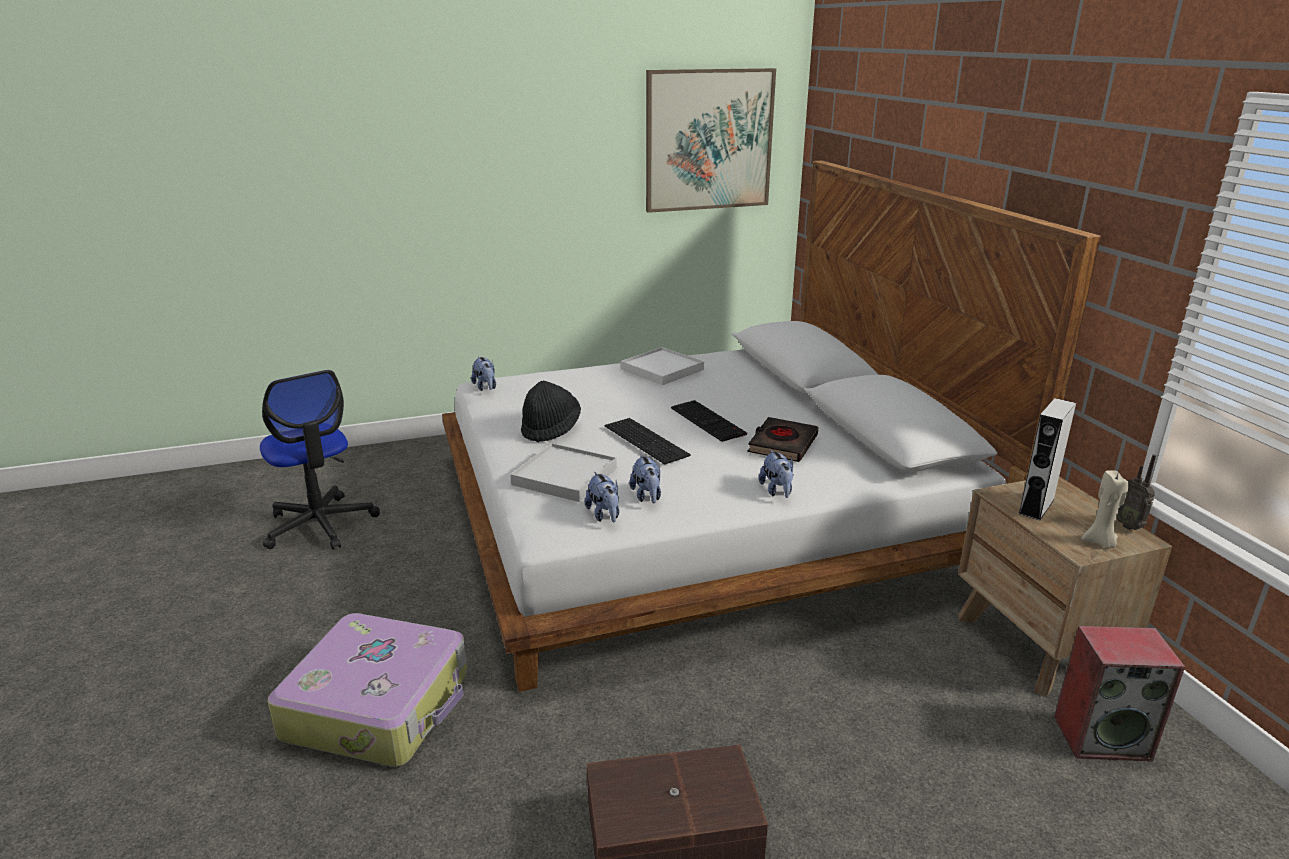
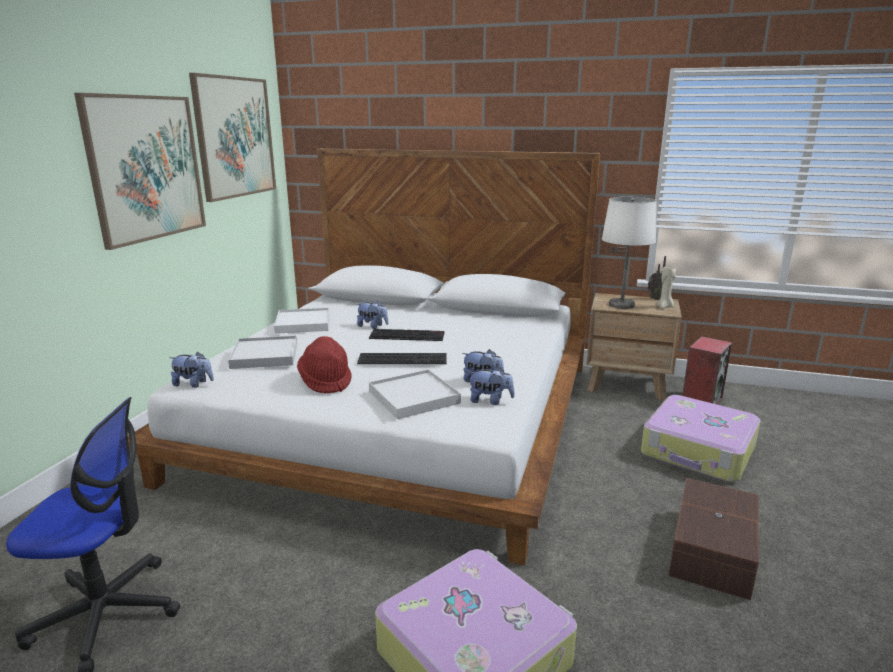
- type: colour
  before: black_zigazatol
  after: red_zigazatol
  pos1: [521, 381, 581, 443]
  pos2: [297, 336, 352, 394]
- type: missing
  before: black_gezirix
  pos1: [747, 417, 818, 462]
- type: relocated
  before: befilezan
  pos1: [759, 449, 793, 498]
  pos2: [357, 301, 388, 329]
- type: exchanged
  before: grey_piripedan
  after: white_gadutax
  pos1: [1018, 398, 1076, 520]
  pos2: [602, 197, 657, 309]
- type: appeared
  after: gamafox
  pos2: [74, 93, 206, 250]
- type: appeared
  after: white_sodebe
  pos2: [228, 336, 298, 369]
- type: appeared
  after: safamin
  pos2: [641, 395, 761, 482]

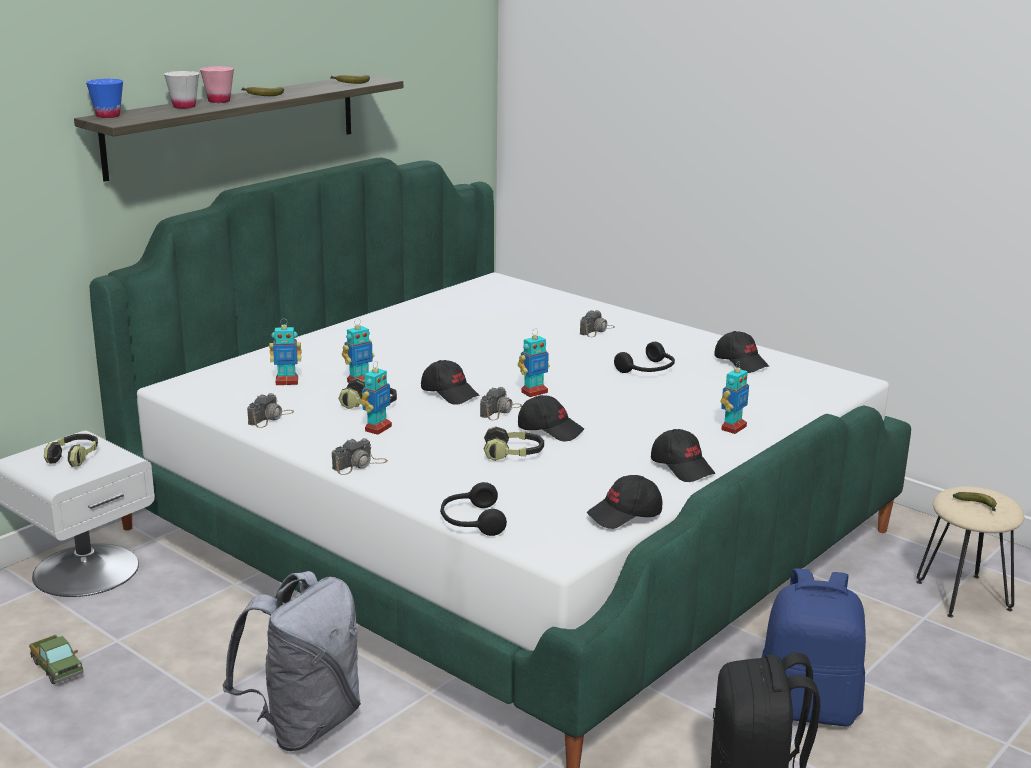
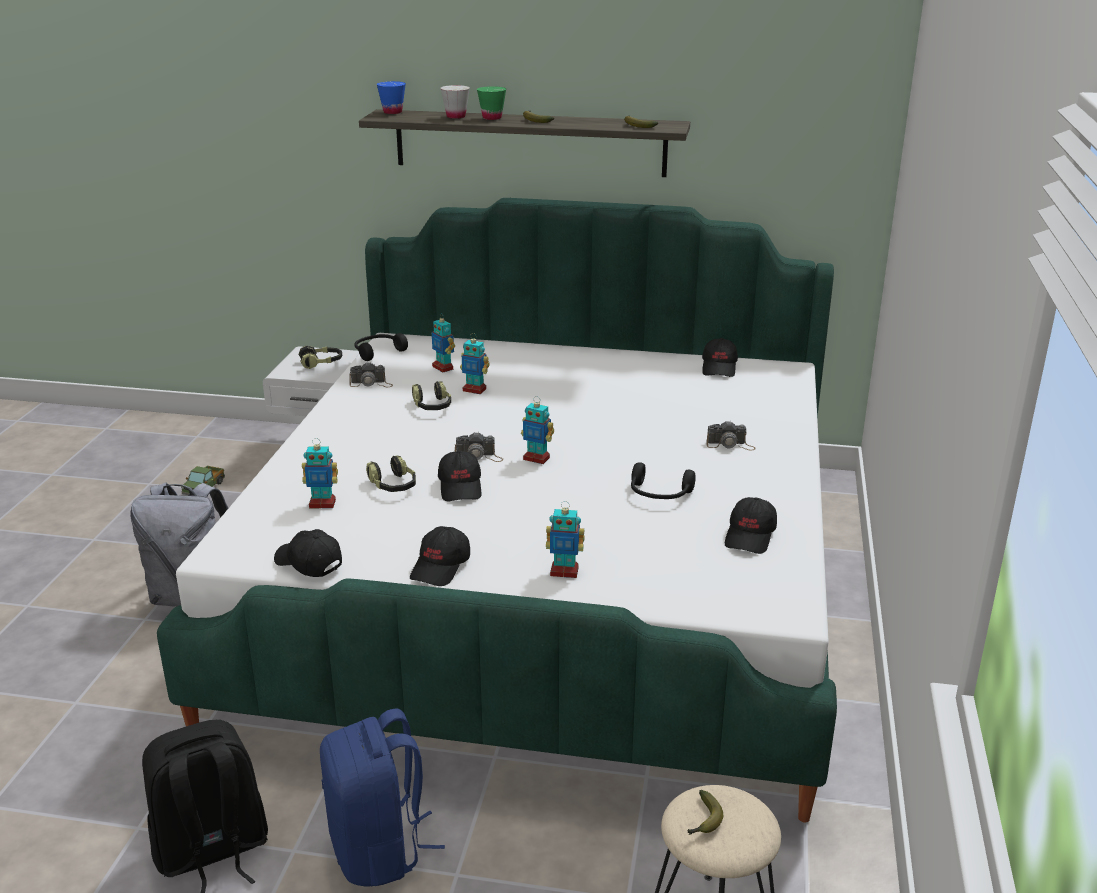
- type: colour
  before: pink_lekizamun
  after: green_lekizamun
  pos1: [200, 66, 234, 103]
  pos2: [477, 86, 506, 120]
- type: missing
  before: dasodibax
  pos1: [332, 438, 388, 475]
- type: relocated
  before: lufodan
  pos1: [360, 362, 392, 435]
  pos2: [302, 438, 338, 508]
- type: relocated
  before: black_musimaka
  pos1: [421, 360, 479, 405]
  pos2: [702, 338, 738, 377]
- type: relocated
  before: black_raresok
  pos1: [440, 482, 507, 536]
  pos2: [354, 333, 408, 361]

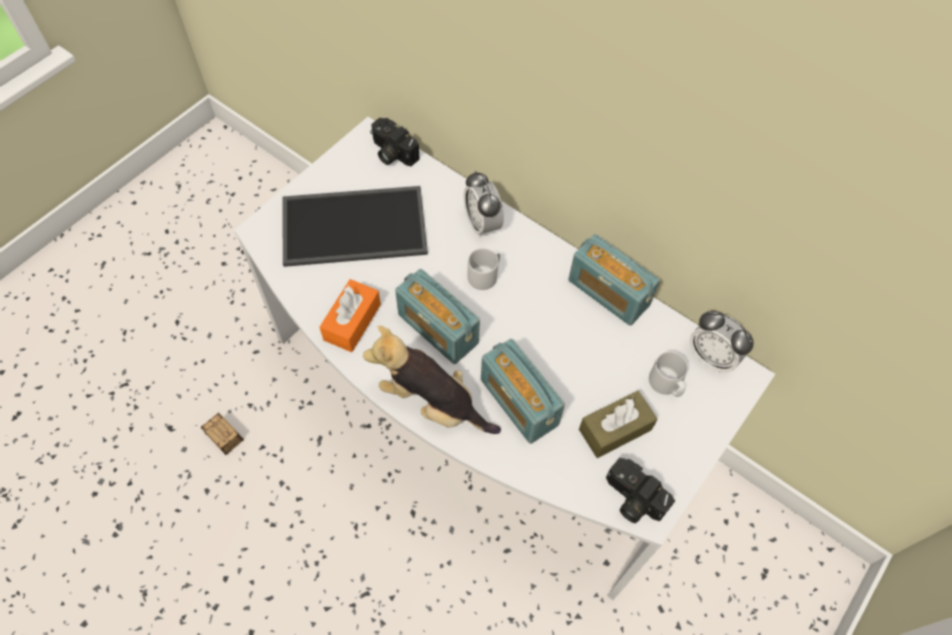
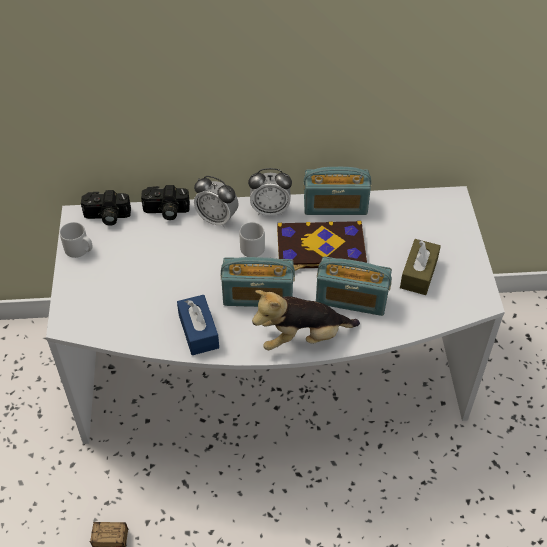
- type: missing
  before: sodebe
  pos1: [283, 186, 428, 267]
- type: colour
  before: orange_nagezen
  after: blue_nagezen
  pos1: [320, 279, 381, 352]
  pos2: [177, 295, 219, 355]
- type: relocated
  before: dasodibax
  pos1: [606, 458, 675, 523]
  pos2: [141, 185, 190, 220]
- type: relocated
  before: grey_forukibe
  pos1: [649, 351, 688, 397]
  pos2: [60, 222, 93, 258]
- type: relocated
  before: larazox
  pos1: [690, 311, 754, 373]
  pos2: [248, 168, 292, 216]
- type: appeared
  after: gezirix
  pos2: [277, 221, 367, 271]

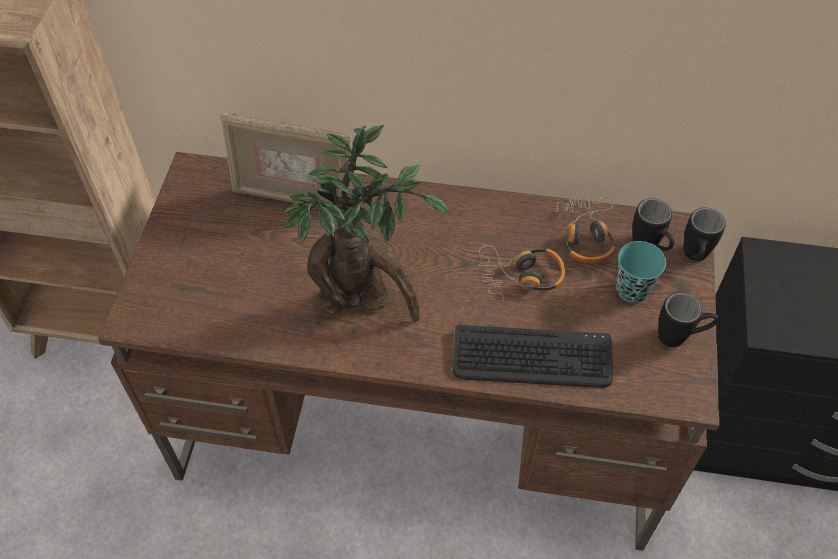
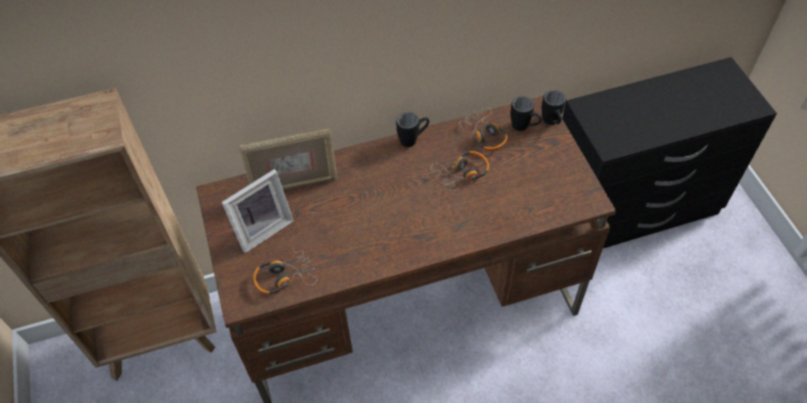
- type: missing
  before: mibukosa
  pos1: [284, 125, 450, 322]
- type: missing
  before: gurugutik
  pos1: [453, 325, 613, 388]
- type: missing
  before: turquoise_lekizamun
  pos1: [616, 241, 666, 303]
- type: relocated
  before: black_forukibe
  pos1: [658, 293, 719, 347]
  pos2: [396, 112, 429, 147]
- type: appeared
  after: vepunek
  pos2: [222, 169, 294, 253]
- type: appeared
  after: raresok
  pos2: [253, 248, 317, 295]

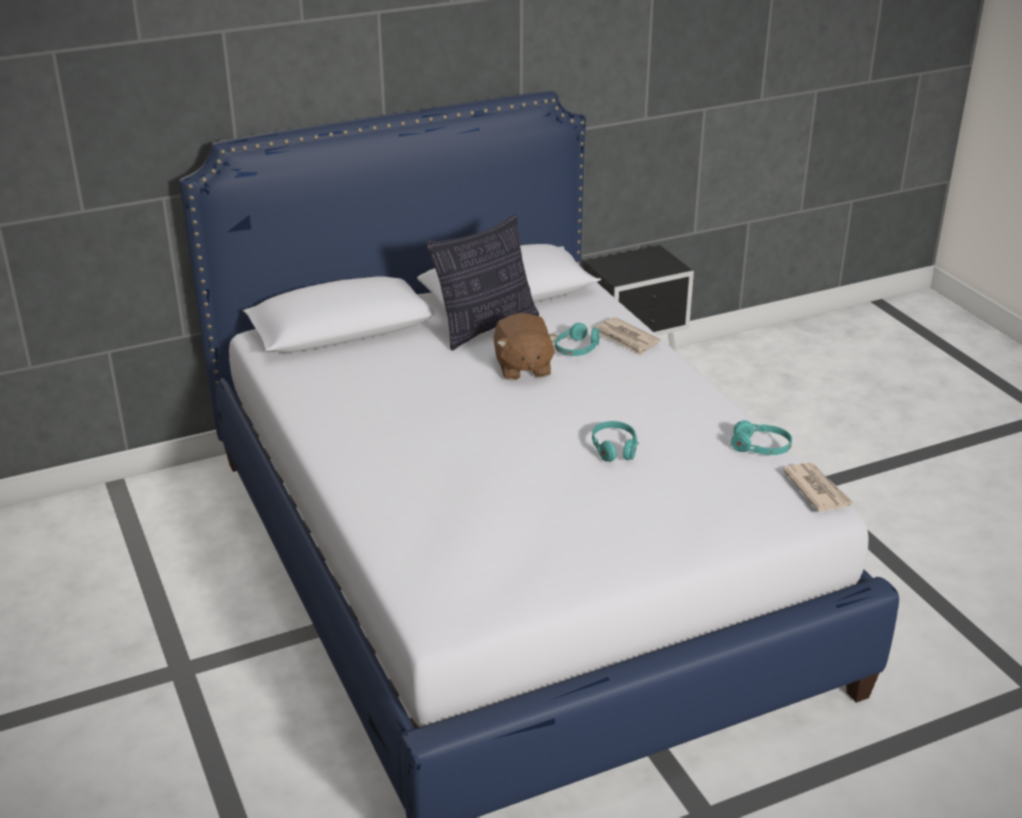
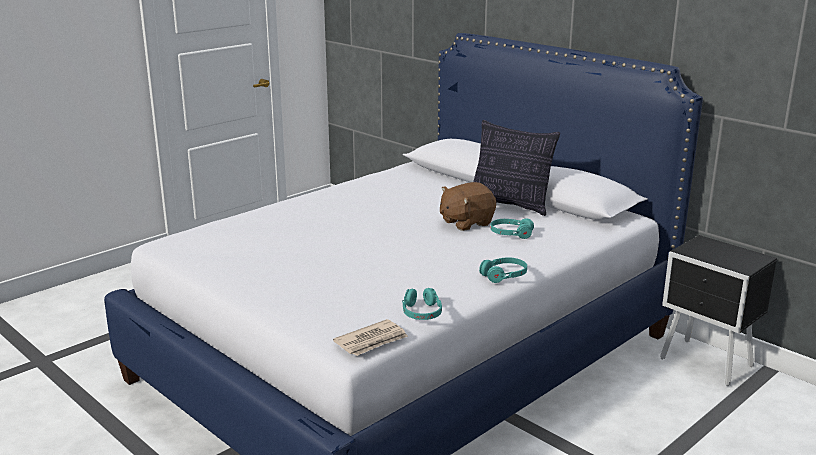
- type: relocated
  before: turquoise_raresok
  pos1: [592, 421, 639, 462]
  pos2: [479, 257, 527, 283]
- type: missing
  before: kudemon
  pos1: [595, 317, 660, 355]

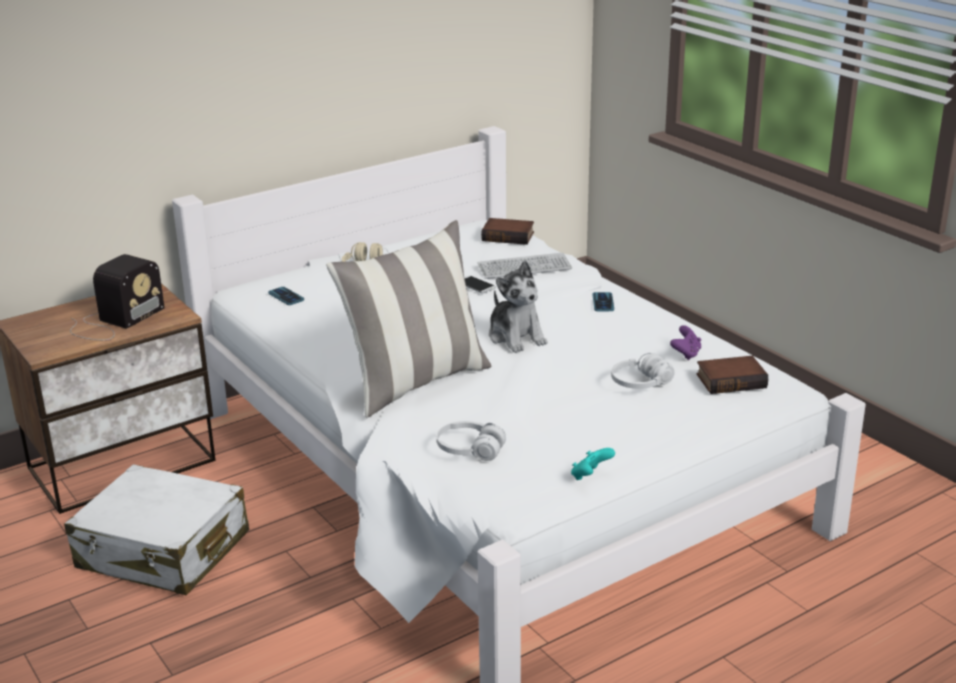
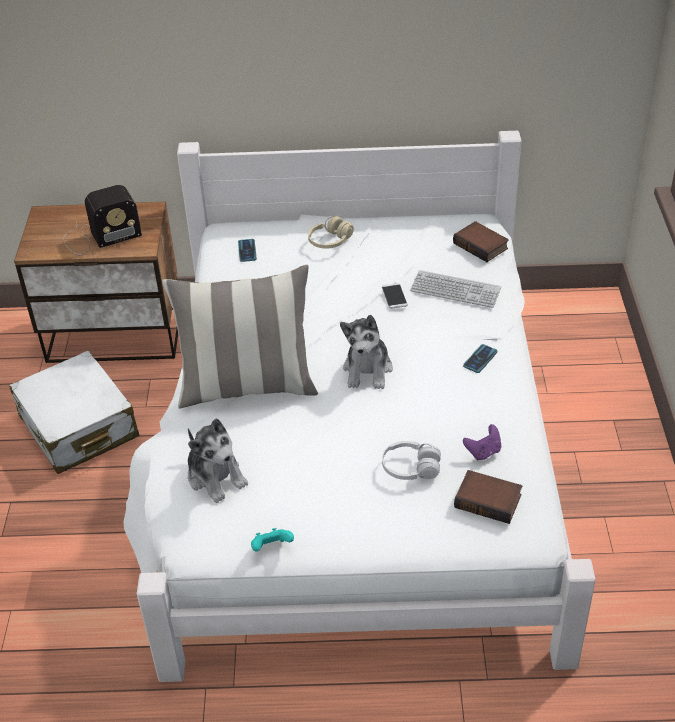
- type: exchanged
  before: white_raresok
  after: befilezan
  pos1: [437, 421, 506, 461]
  pos2: [188, 419, 248, 503]

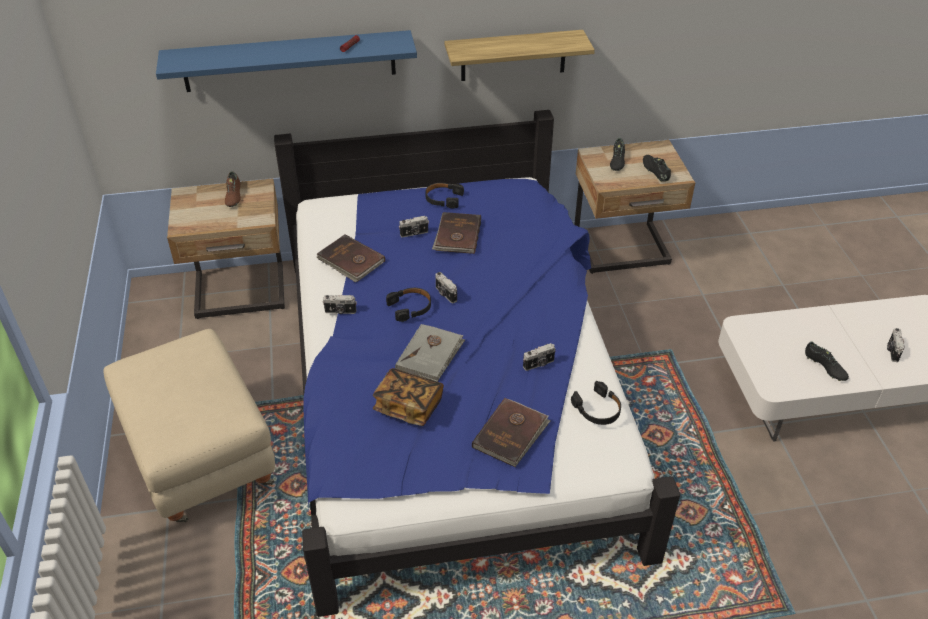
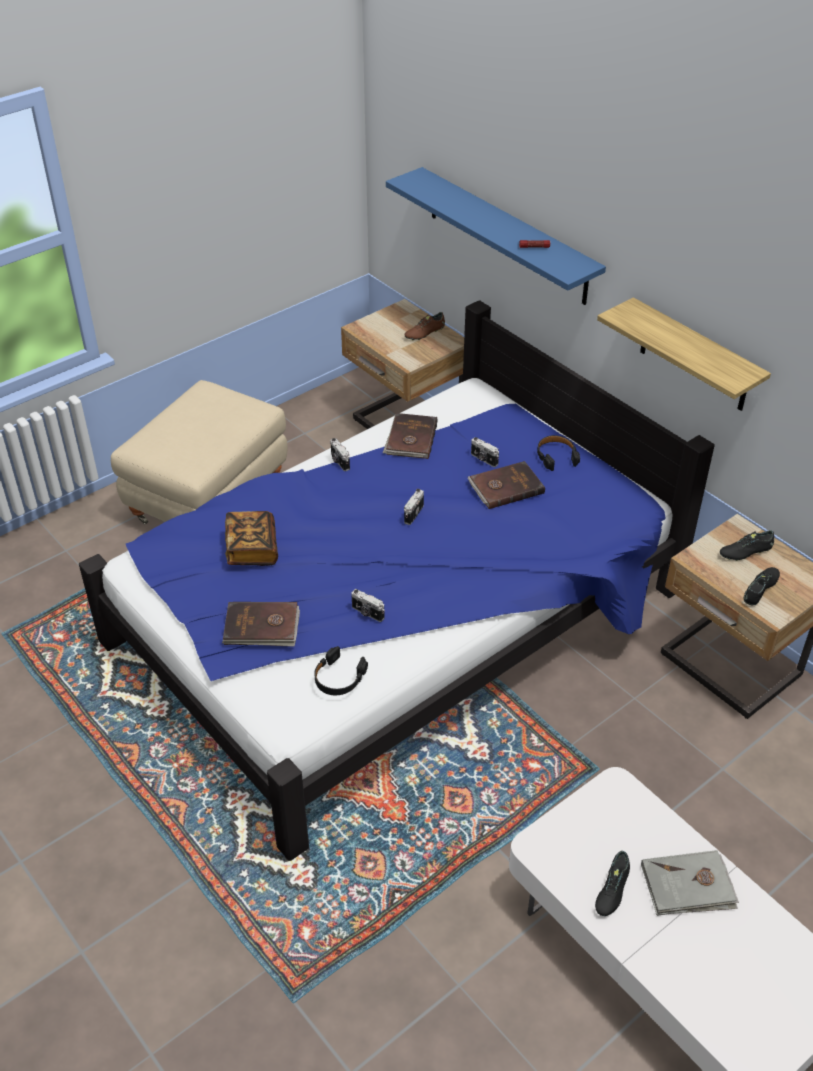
- type: missing
  before: black_raresok
  pos1: [386, 288, 431, 322]
- type: relocated
  before: grey_gezirix
  pos1: [395, 324, 465, 382]
  pos2: [641, 850, 739, 916]
- type: missing
  before: dasodibax
  pos1: [887, 328, 905, 362]

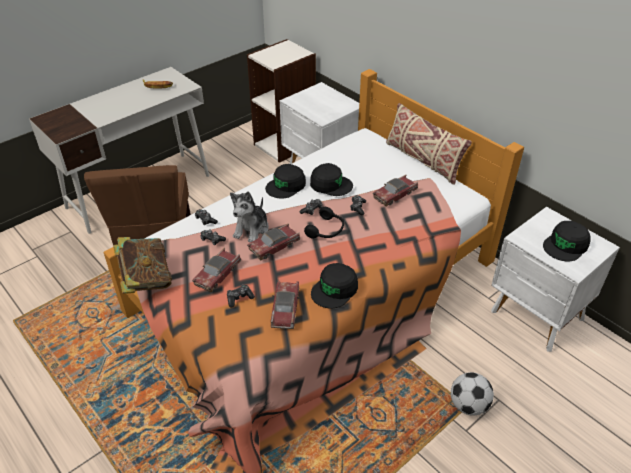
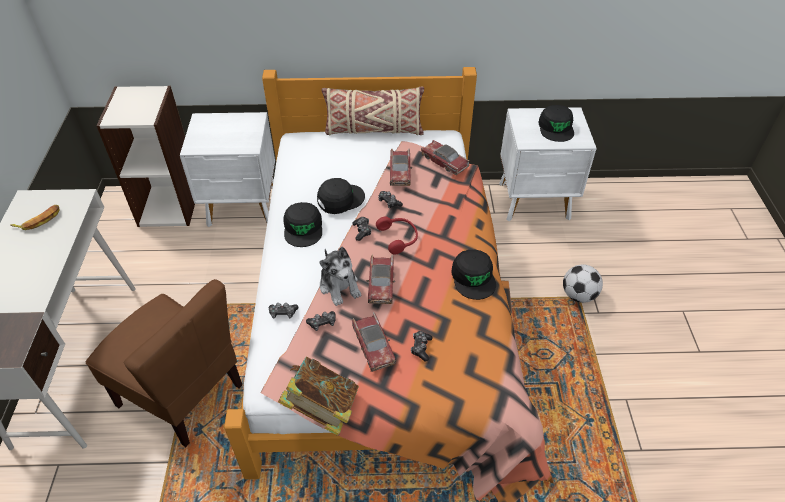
- type: relocated
  before: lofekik
  pos1: [271, 281, 299, 329]
  pos2: [421, 140, 469, 175]
- type: colour
  before: black_raresok
  after: red_raresok
  pos1: [304, 207, 344, 239]
  pos2: [376, 216, 418, 254]

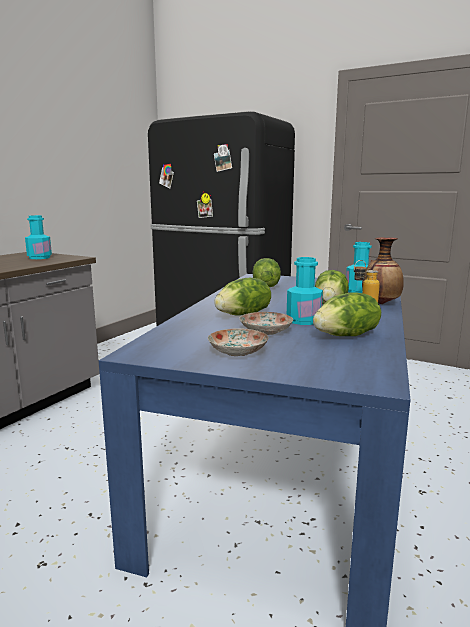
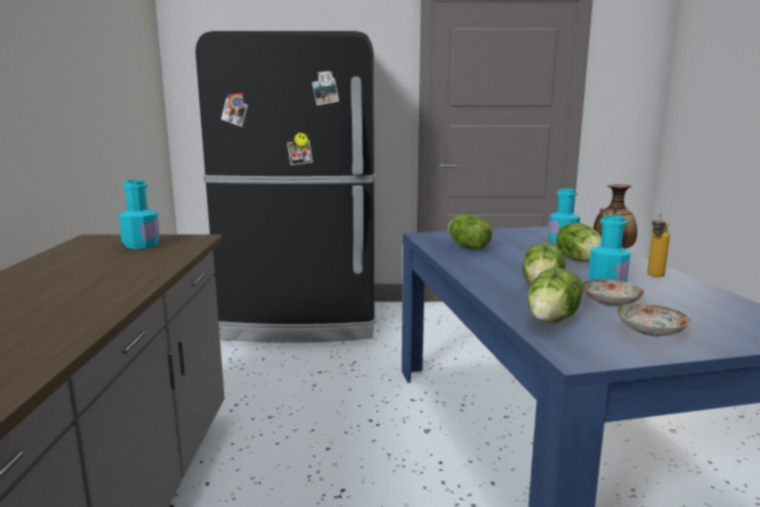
- type: relocated
  before: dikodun
  pos1: [313, 292, 381, 336]
  pos2: [527, 268, 583, 323]

